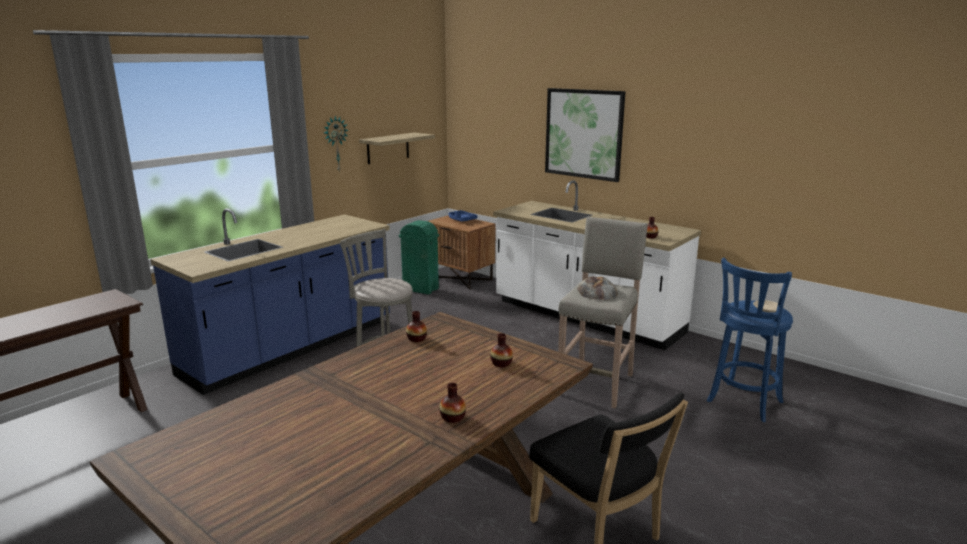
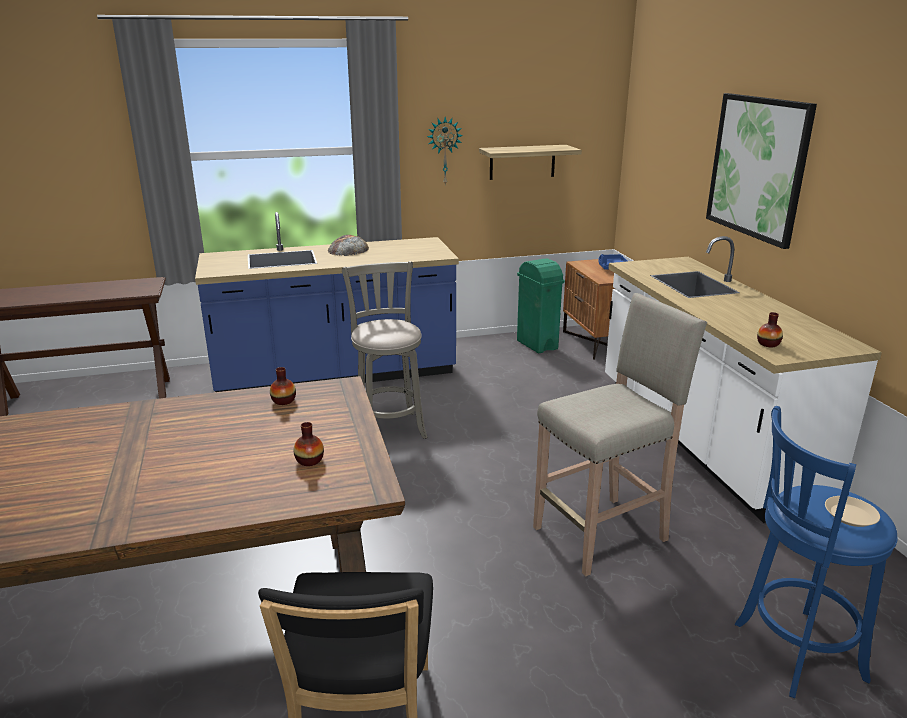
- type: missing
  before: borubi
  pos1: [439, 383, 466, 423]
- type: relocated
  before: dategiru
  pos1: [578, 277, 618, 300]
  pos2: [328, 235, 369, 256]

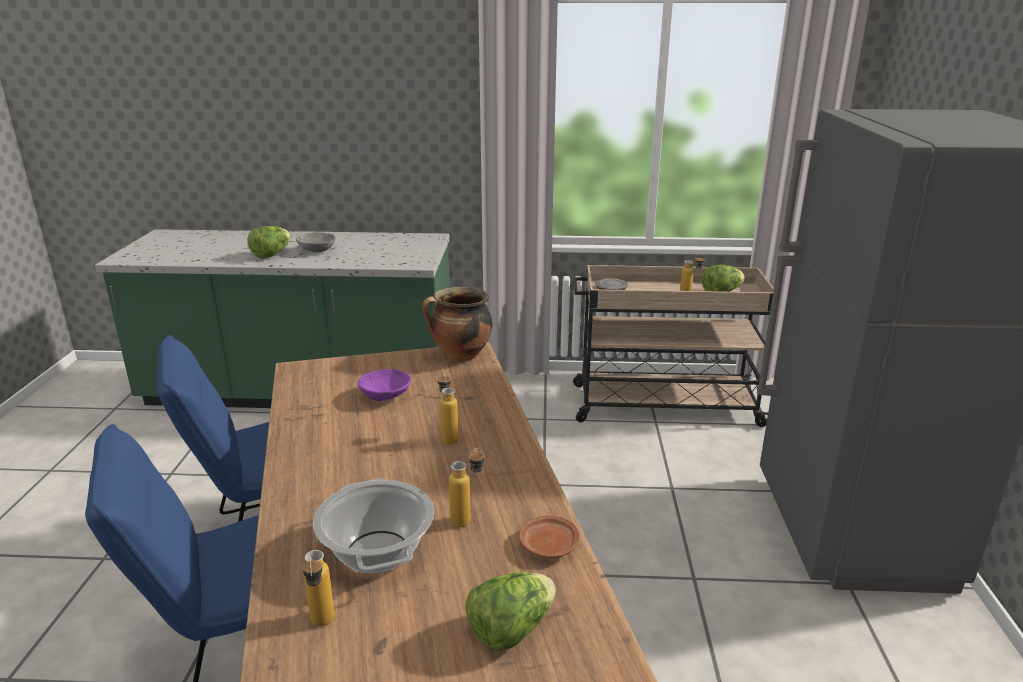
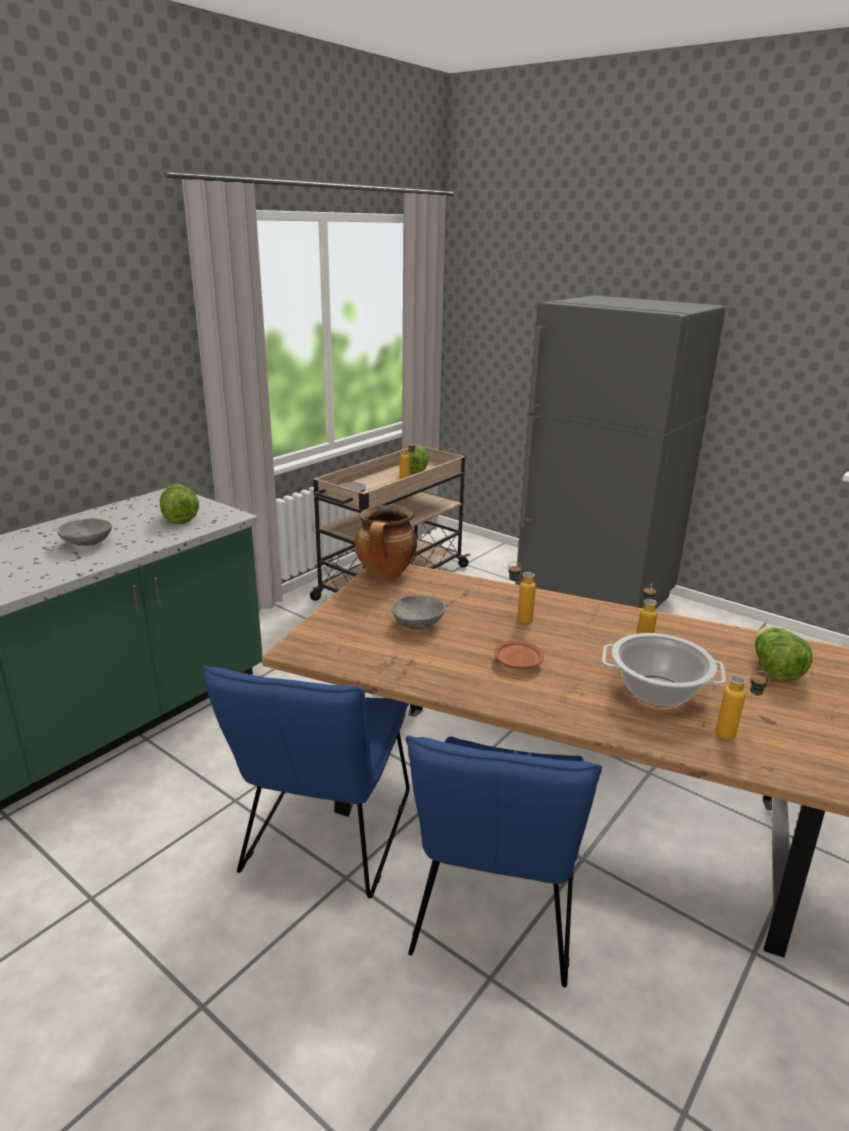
- type: relocated
  before: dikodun
  pos1: [247, 226, 291, 259]
  pos2: [160, 484, 199, 524]
- type: colour
  before: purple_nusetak
  after: grey_nusetak
  pos1: [357, 369, 411, 401]
  pos2: [391, 595, 445, 630]
- type: relocated
  before: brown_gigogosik
  pos1: [519, 516, 580, 558]
  pos2: [494, 640, 544, 669]

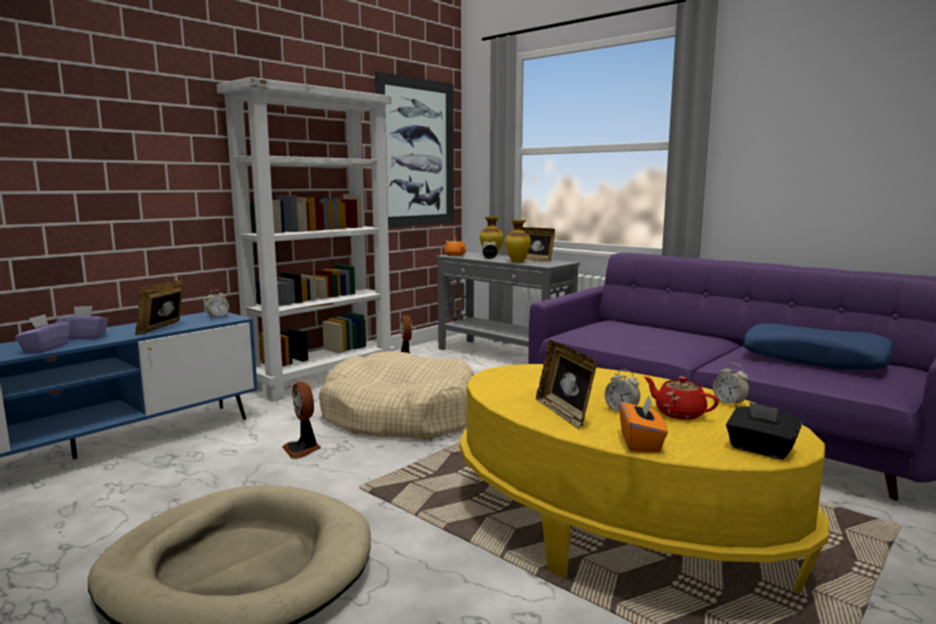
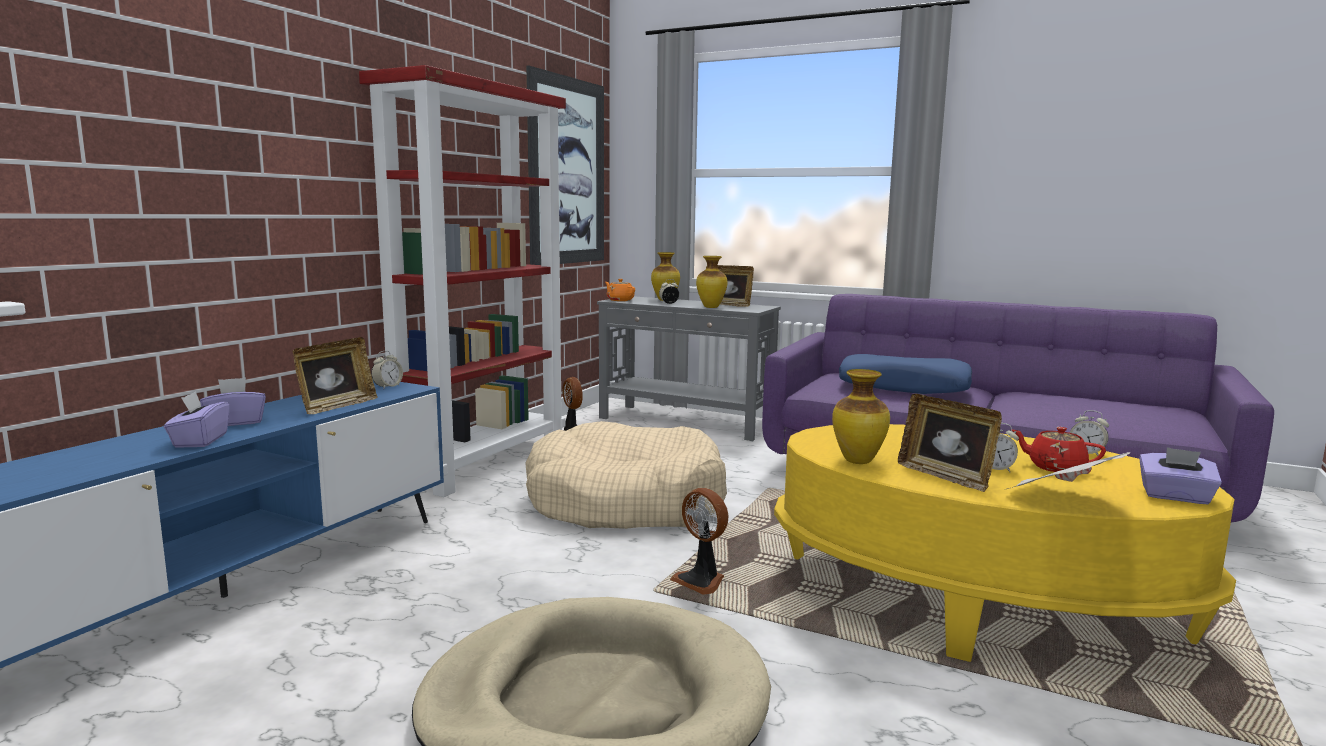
- type: spun
  before: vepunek
  pos1: [135, 279, 183, 335]
  pos2: [293, 337, 378, 414]
  turn: -150
- type: colour
  before: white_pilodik
  after: red_pilodik
  pos1: [216, 77, 394, 402]
  pos2: [359, 65, 566, 497]
- type: relocated
  before: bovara
  pos1: [282, 382, 321, 459]
  pos2: [670, 488, 729, 595]
- type: exchanged
  before: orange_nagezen
  after: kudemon
  pos1: [619, 395, 668, 452]
  pos2: [1004, 452, 1130, 490]
- type: colour
  before: black_nagezen
  after: purple_nagezen
  pos1: [726, 402, 802, 459]
  pos2: [1139, 447, 1222, 504]
- type: relocated
  before: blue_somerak
  pos1: [743, 323, 894, 370]
  pos2: [839, 354, 972, 394]
- type: appeared
  after: borubi
  pos2: [832, 369, 890, 464]

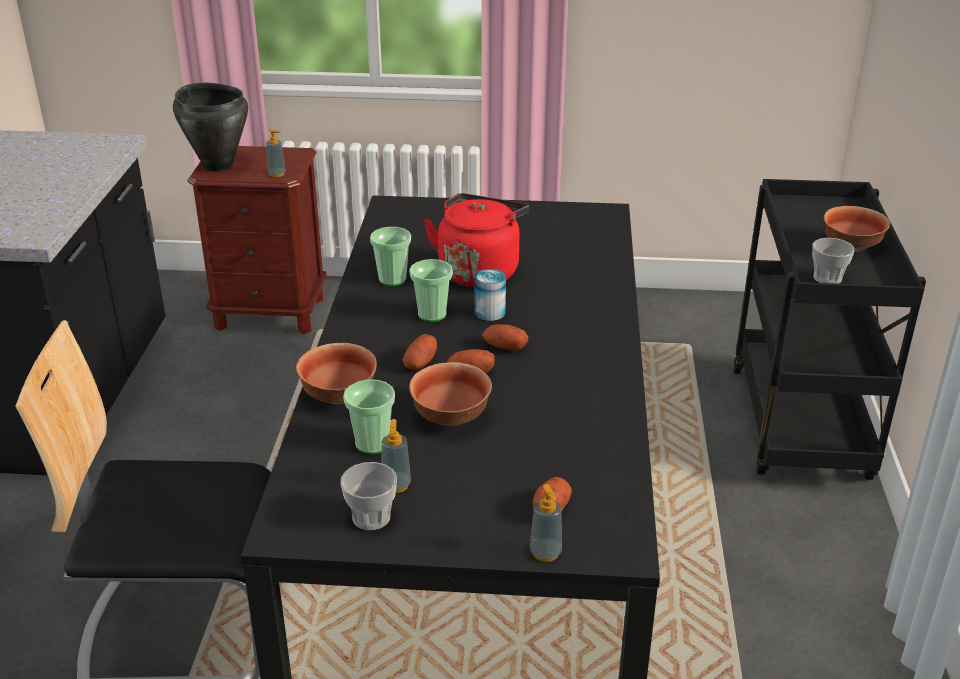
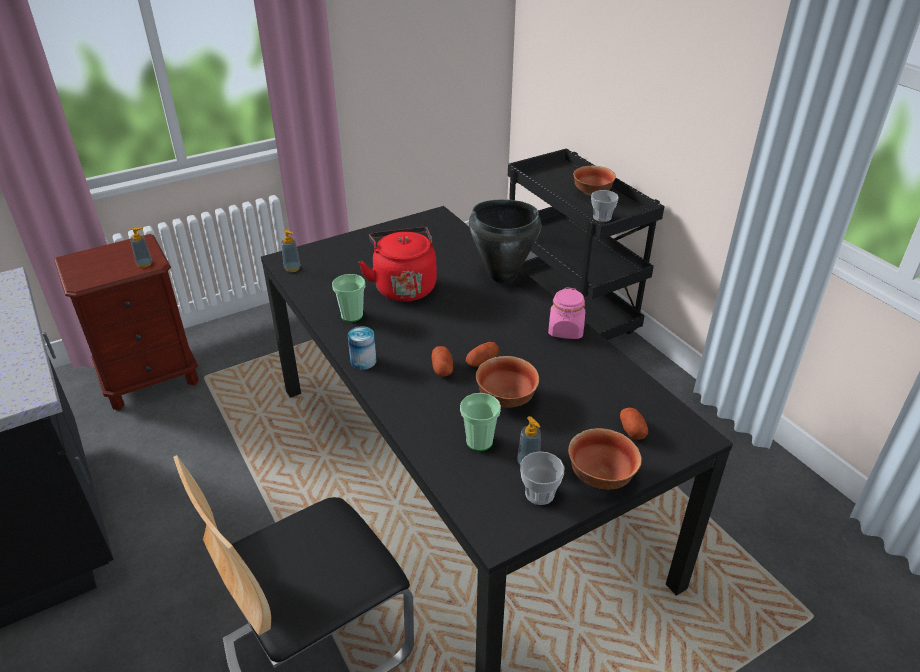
- type: relocated
  before: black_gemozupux
  pos1: [173, 83, 248, 172]
  pos2: [469, 199, 541, 284]
- type: relocated
  before: nusetak
  pos1: [296, 343, 377, 404]
  pos2: [568, 428, 642, 489]
- type: missing
  before: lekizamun
  pos1: [410, 259, 453, 322]
- type: relocated
  before: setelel
  pos1: [474, 269, 506, 321]
  pos2: [348, 326, 376, 370]
- type: missing
  before: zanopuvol
  pos1: [482, 324, 528, 351]
- type: relocated
  before: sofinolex
  pos1: [530, 484, 562, 562]
  pos2: [281, 229, 301, 272]
- type: appeared
  after: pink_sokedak
  pos2: [548, 287, 585, 339]

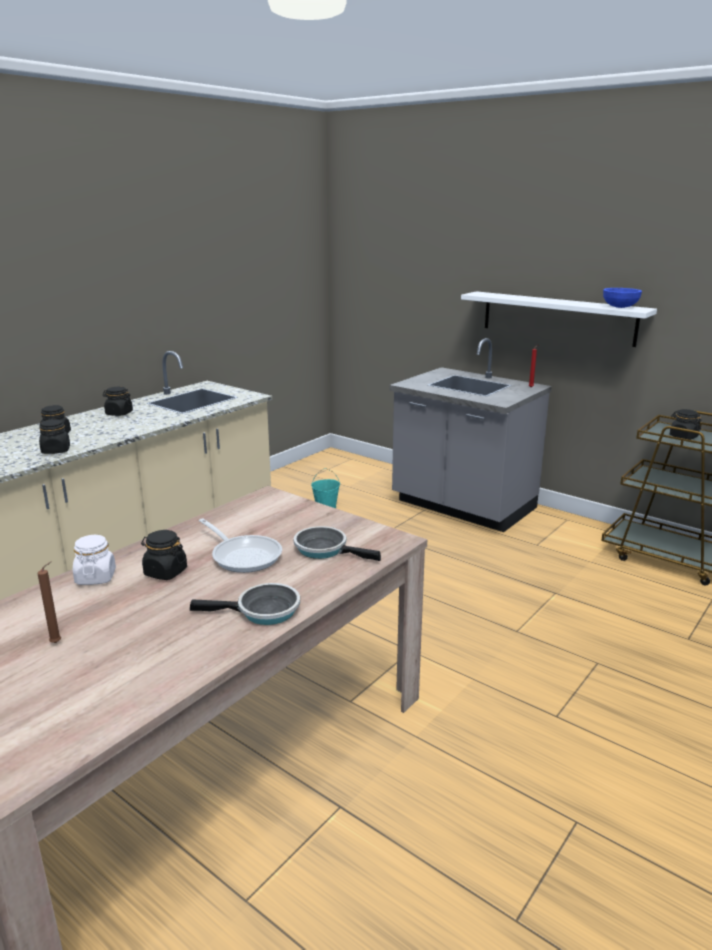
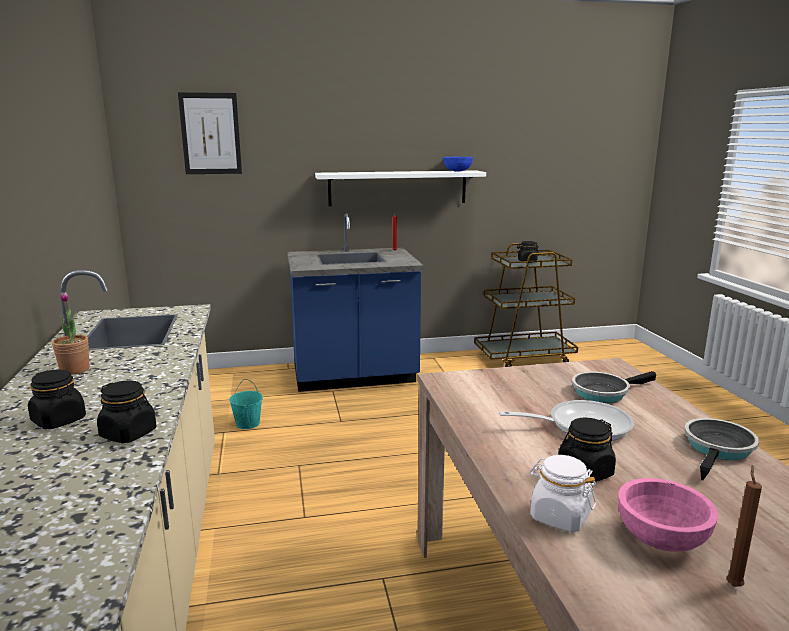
- type: exchanged
  before: black_sokedak
  after: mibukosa
  pos1: [103, 387, 133, 416]
  pos2: [52, 292, 89, 375]
- type: colour
  before: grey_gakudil
  after: blue_gakudil
  pos1: [390, 338, 552, 532]
  pos2: [287, 213, 424, 392]
- type: appeared
  after: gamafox
  pos2: [178, 92, 242, 174]
- type: appeared
  after: pink_nusetak
  pos2: [618, 478, 718, 552]

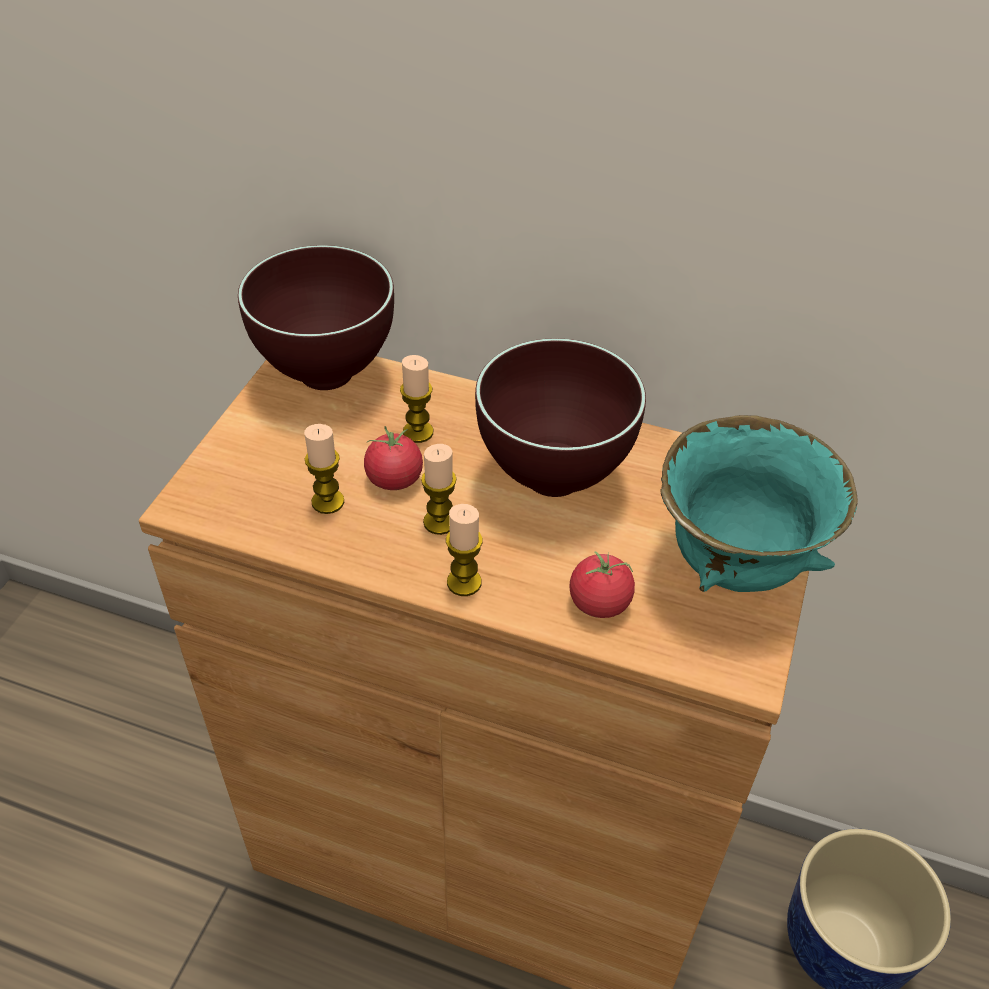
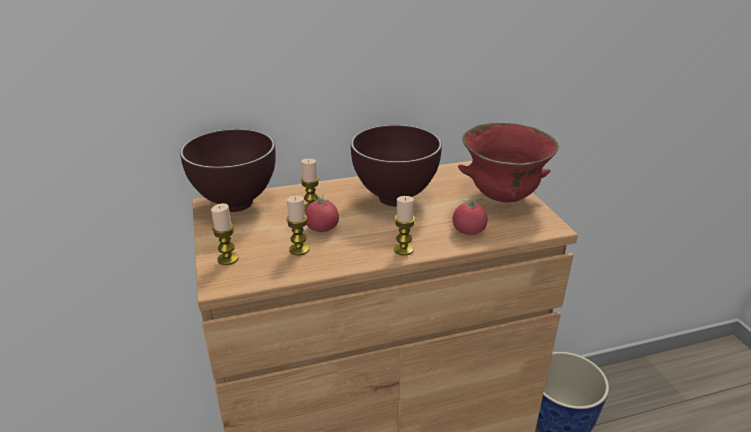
- type: relocated
  before: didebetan
  pos1: [421, 444, 457, 535]
  pos2: [211, 203, 238, 265]
- type: colour
  before: turquoise_nusetak
  after: red_nusetak
  pos1: [660, 415, 858, 592]
  pos2: [458, 123, 559, 203]

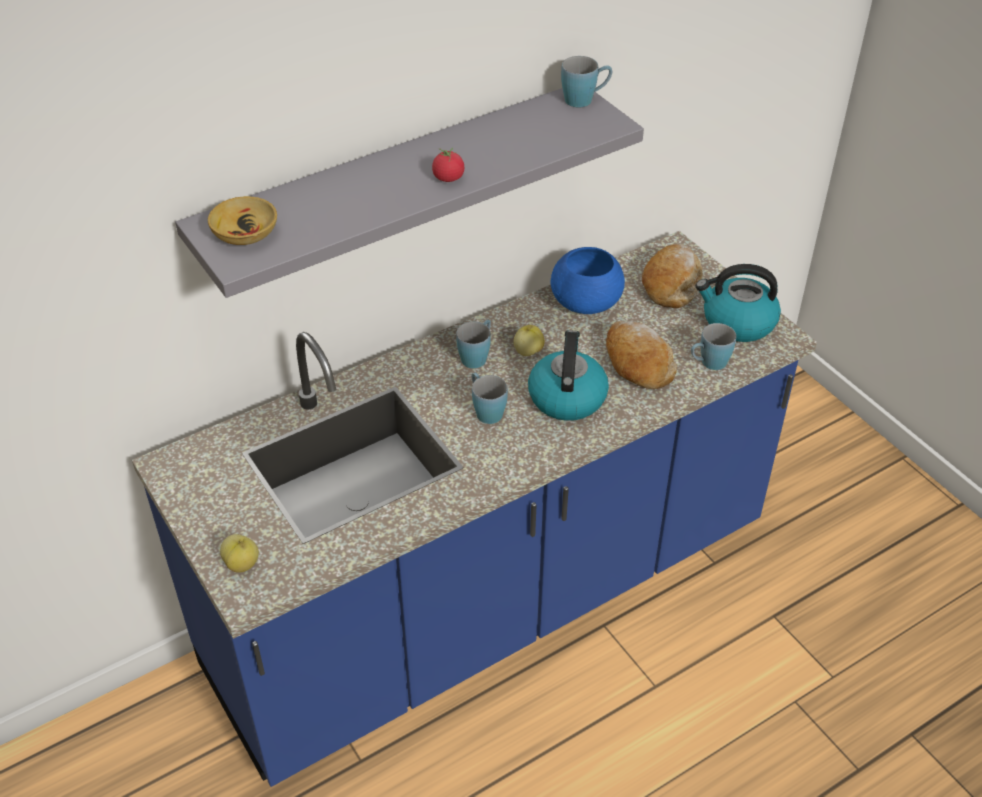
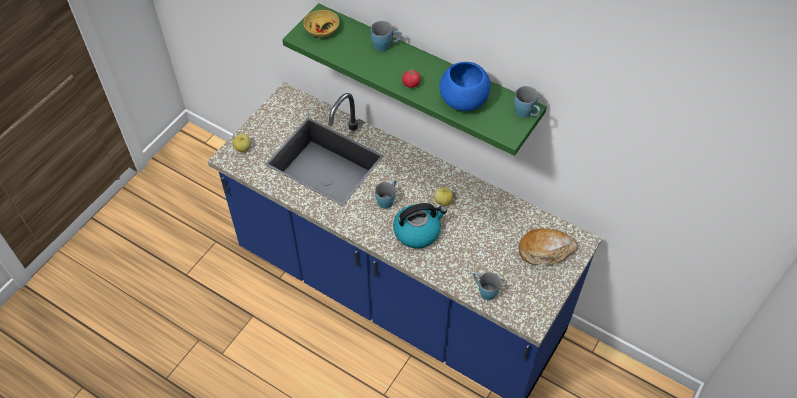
- type: colour
  before: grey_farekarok
  after: green_farekarok
  pos1: [175, 88, 644, 298]
  pos2: [282, 3, 547, 156]
- type: relocated
  before: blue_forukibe
  pos1: [456, 319, 491, 369]
  pos2: [371, 21, 402, 51]
- type: relocated
  before: blue_nusetak
  pos1: [551, 247, 625, 314]
  pos2: [439, 62, 491, 111]
- type: missing
  before: dategiru
  pos1: [606, 321, 677, 389]
- type: missing
  before: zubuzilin
  pos1: [696, 264, 781, 342]

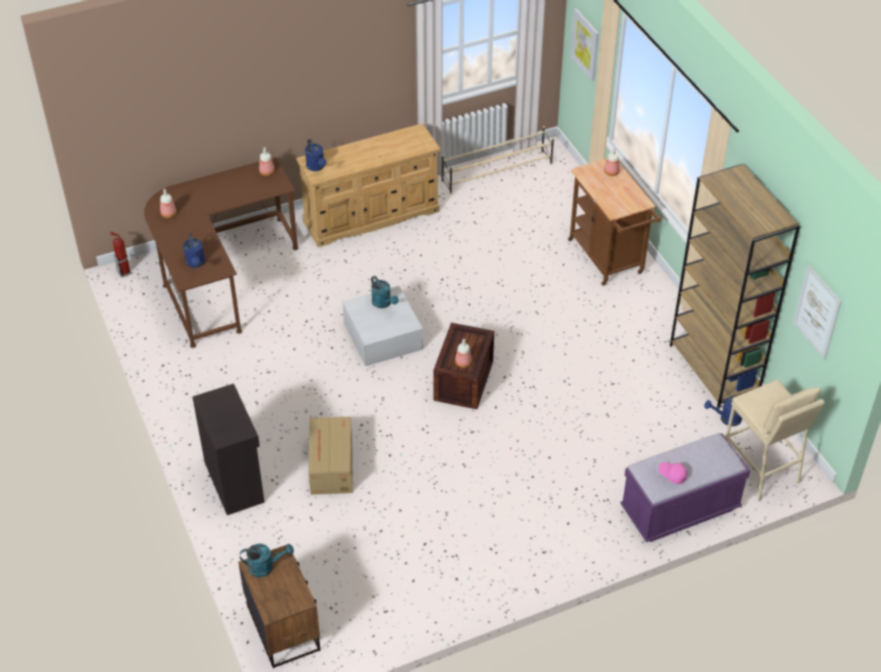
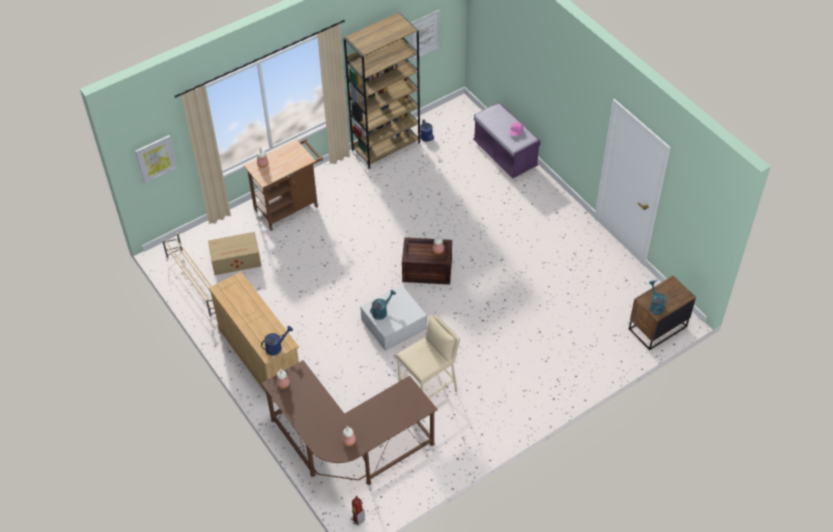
- type: missing
  before: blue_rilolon
  pos1: [183, 233, 205, 268]
- type: missing
  before: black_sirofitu
  pos1: [193, 384, 265, 515]
- type: relocated
  before: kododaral
  pos1: [309, 417, 353, 495]
  pos2: [208, 232, 261, 275]
- type: relocated
  before: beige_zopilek
  pos1: [725, 380, 825, 501]
  pos2: [397, 315, 460, 398]

